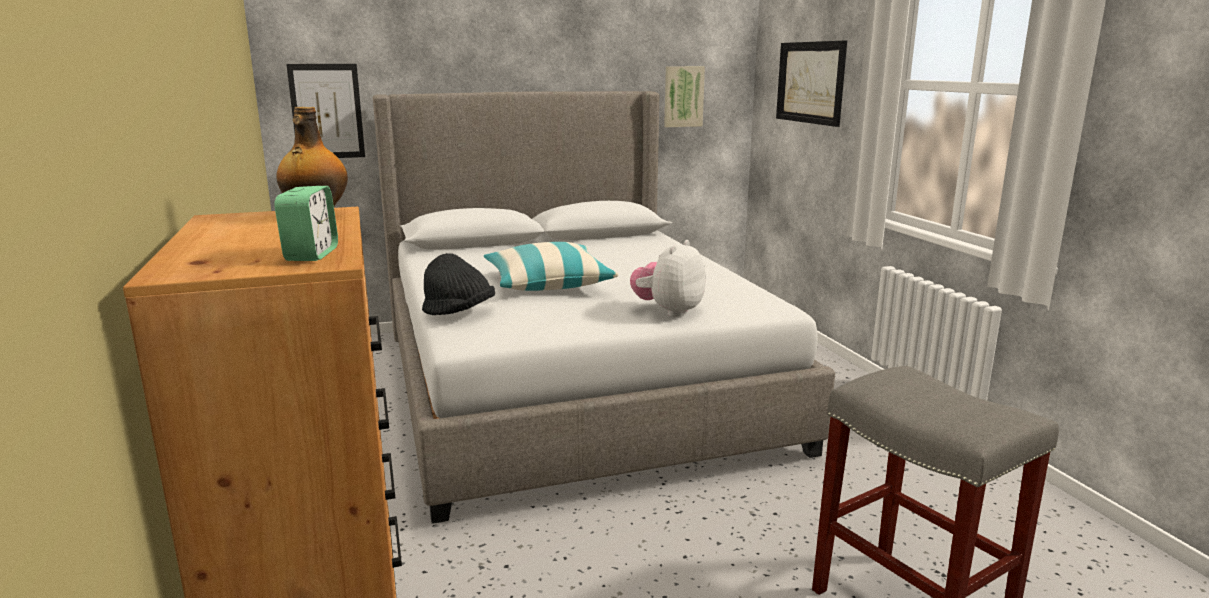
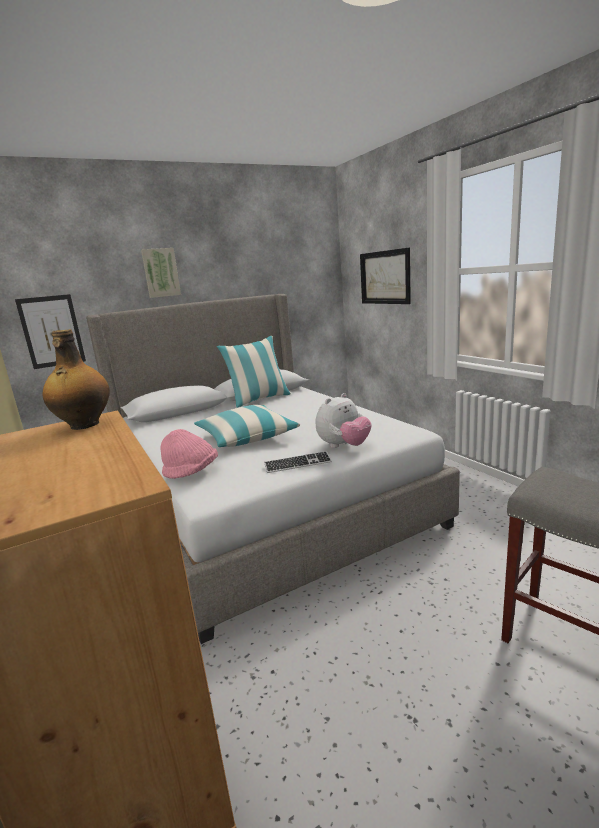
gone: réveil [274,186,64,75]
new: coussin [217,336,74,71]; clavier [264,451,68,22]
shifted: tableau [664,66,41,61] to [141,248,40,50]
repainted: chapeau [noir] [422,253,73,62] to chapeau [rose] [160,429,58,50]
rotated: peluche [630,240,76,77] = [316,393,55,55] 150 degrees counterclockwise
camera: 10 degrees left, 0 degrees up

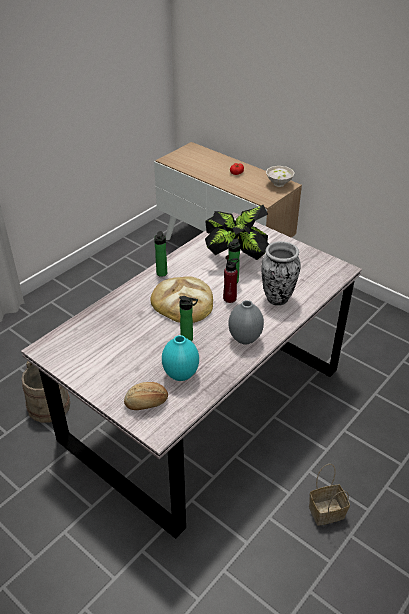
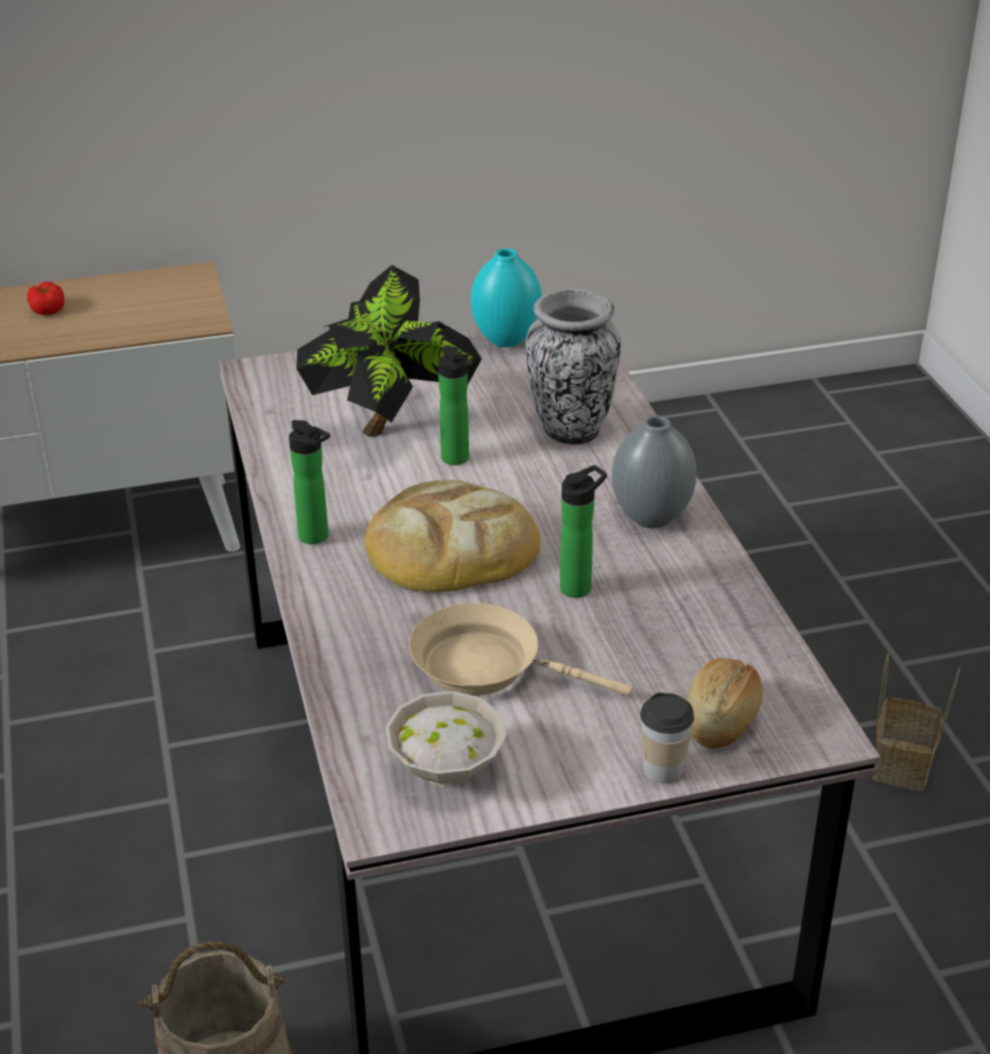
gone: bouteille [rouge] [223,258,16,45]
new: poêle [beige] [409,603,224,93]; tasse [640,693,54,90]
shifted: vase [turquoise] [162,335,37,46] to [471,248,71,99]; bol [blanc] [266,166,29,21] to [385,691,121,97]
camera: 55 degrees left, 5 degrees down

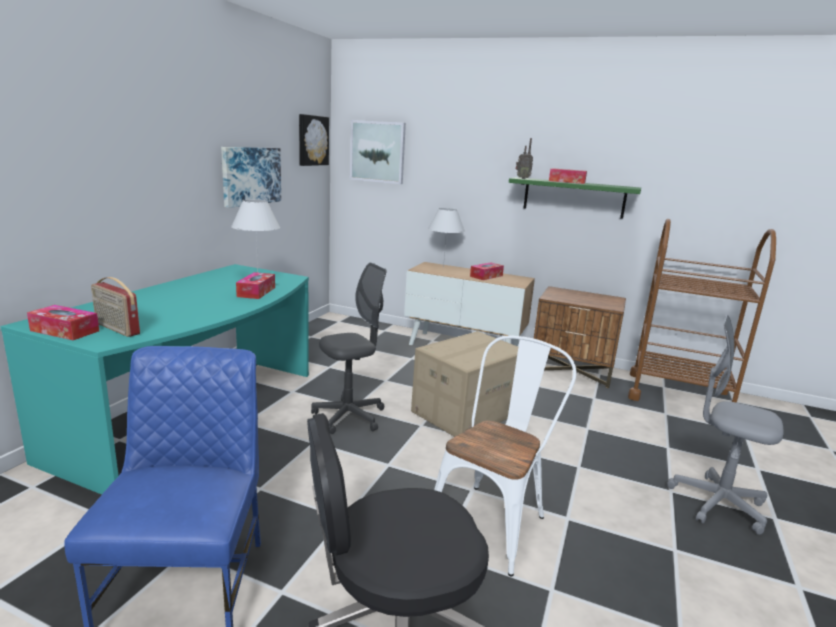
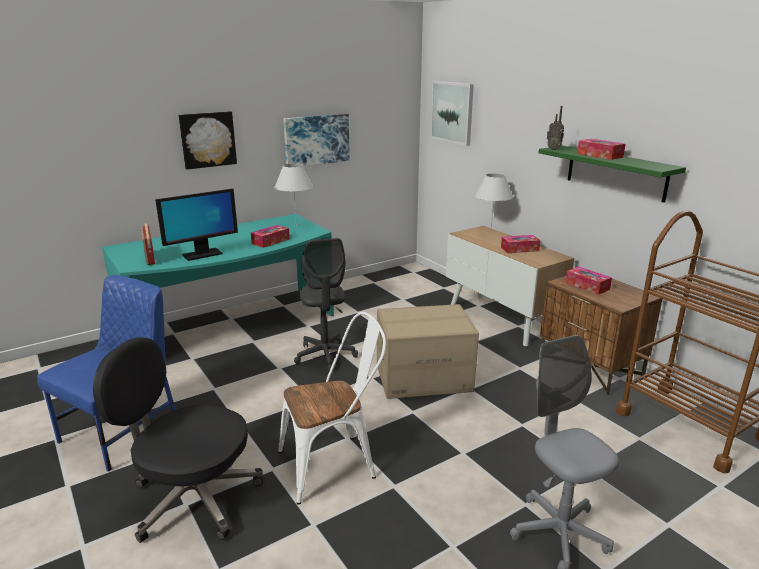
new: écran d'ordinateur [155,189,83,72]
shifted: boîte à mouchoirs [27,305,72,35] to [565,267,47,28]; tableau [299,114,30,52] to [179,111,58,59]
rotated: chaise de bureau [gris] [311,263,76,171] = [294,238,64,134] 75 degrees clockwise
camera: 35 degrees right, 5 degrees up

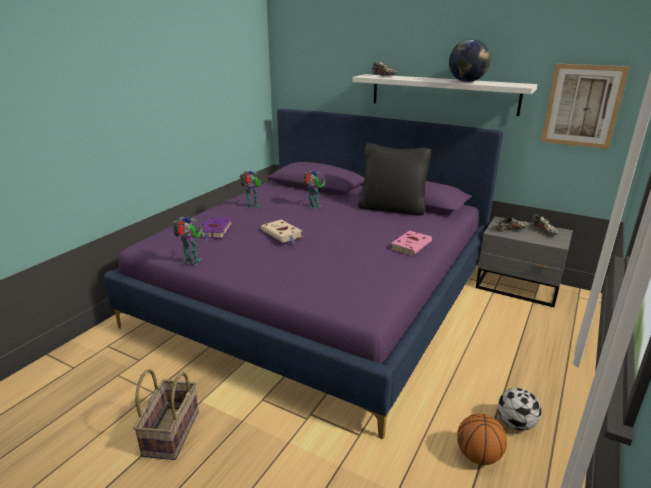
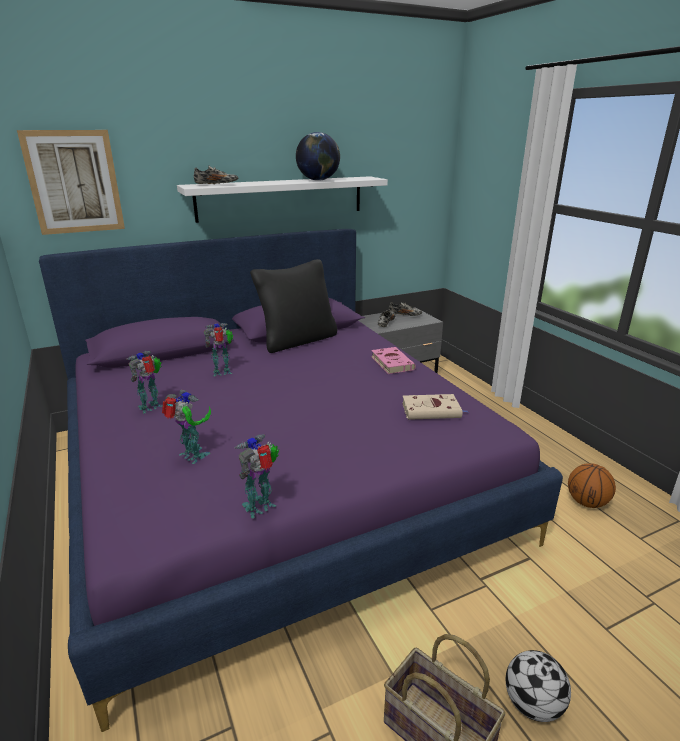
shifted: livre [beige] [261,220,42,23] to [402,394,66,26]; ballon de foot [498,388,43,43] to [506,650,65,72]; tableau [541,63,89,86] to [17,130,108,105]
swapped: livre [violet] [197,217,35,25] to robot jouet [162,390,49,74]
camera: 55 degrees left, 0 degrees up

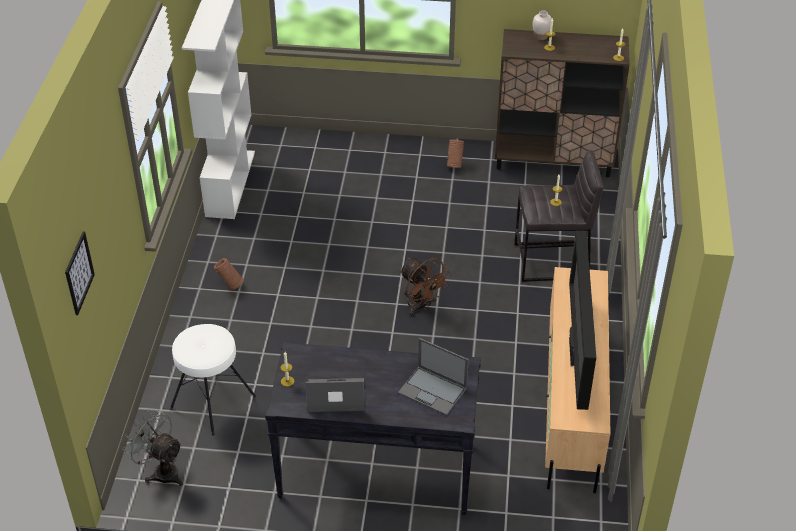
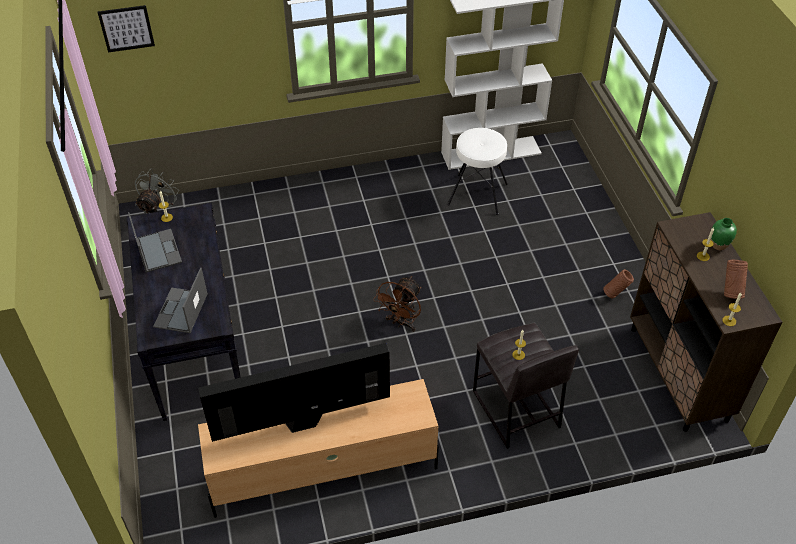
shifted: tabouret [blanc] [170,324,86,112] to [447,128,61,87]; vase [marron] [214,258,30,32] to [724,260,24,39]
repainted: vase [blanc] [533,10,19,30] to vase [vert] [711,218,26,32]
camera: 70 degrees right, 5 degrees up

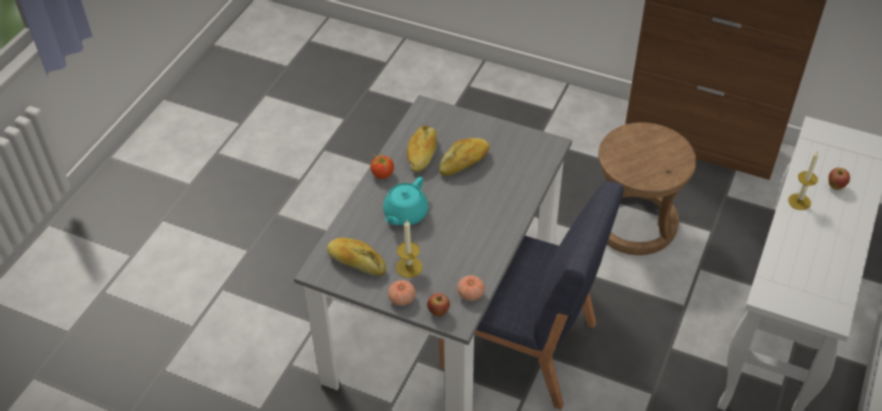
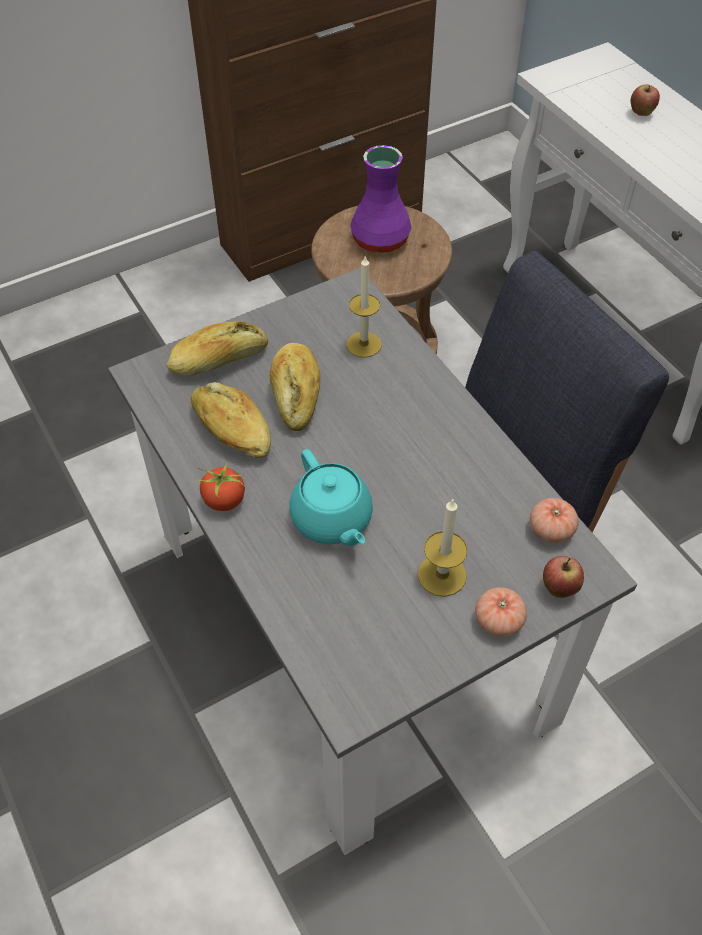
new: vase [violet] [350,145,62,108]
shifted: pain [327,238,59,38] to [167,321,101,55]; bougie [788,150,31,60] to [346,255,36,103]
camera: 55 degrees left, 5 degrees up

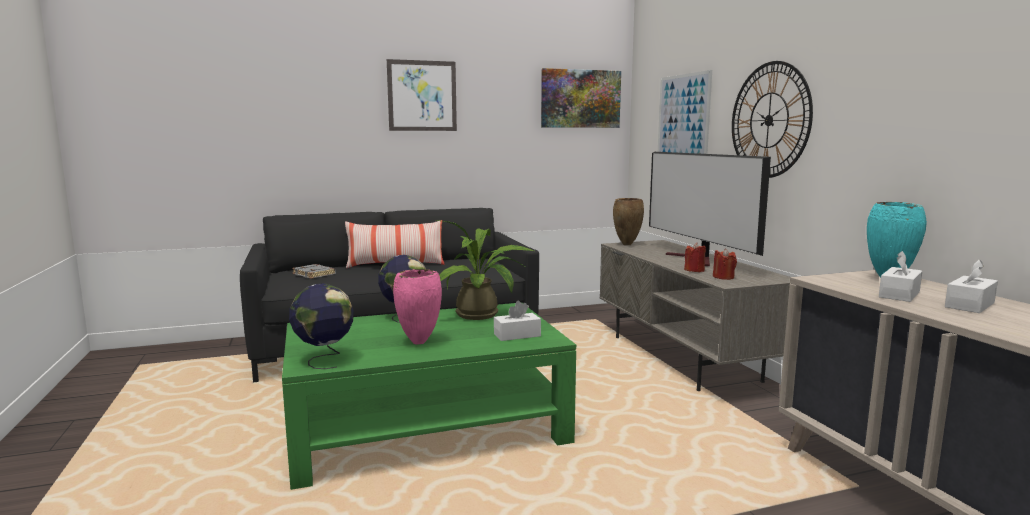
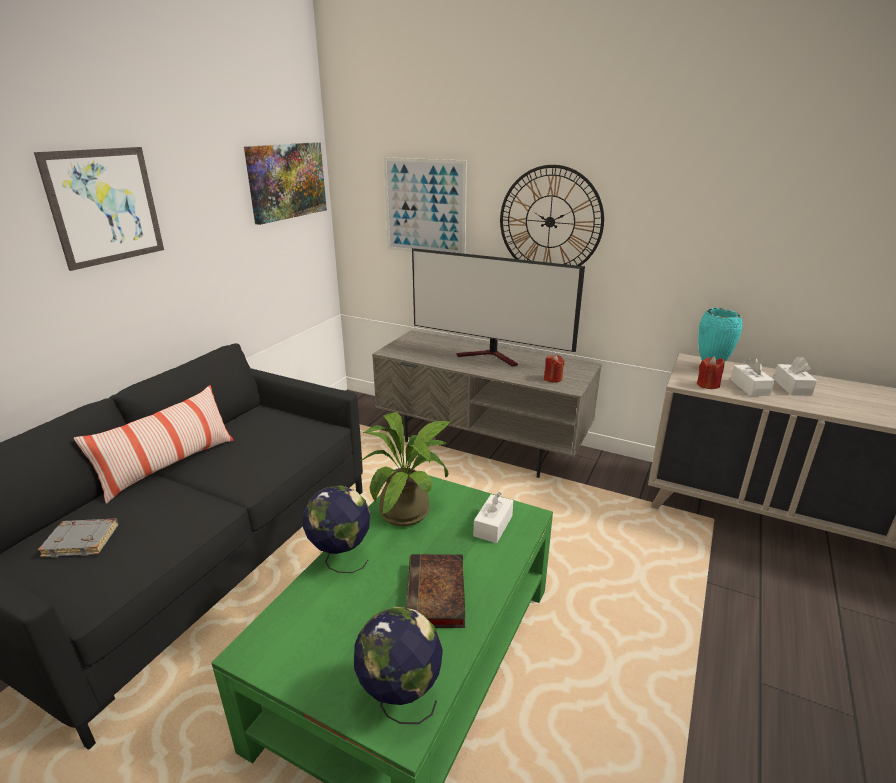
gone: vase [marron] [613,198,31,47]
shifted: bougie [rouge] [684,243,22,29] to [697,356,28,33]
swapped: vase [rose] [393,269,49,76] to livre [406,554,59,74]
camera: 45 degrees left, 15 degrees up

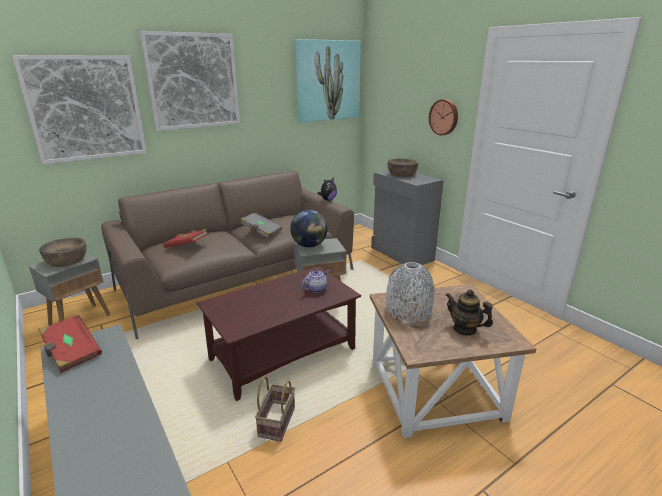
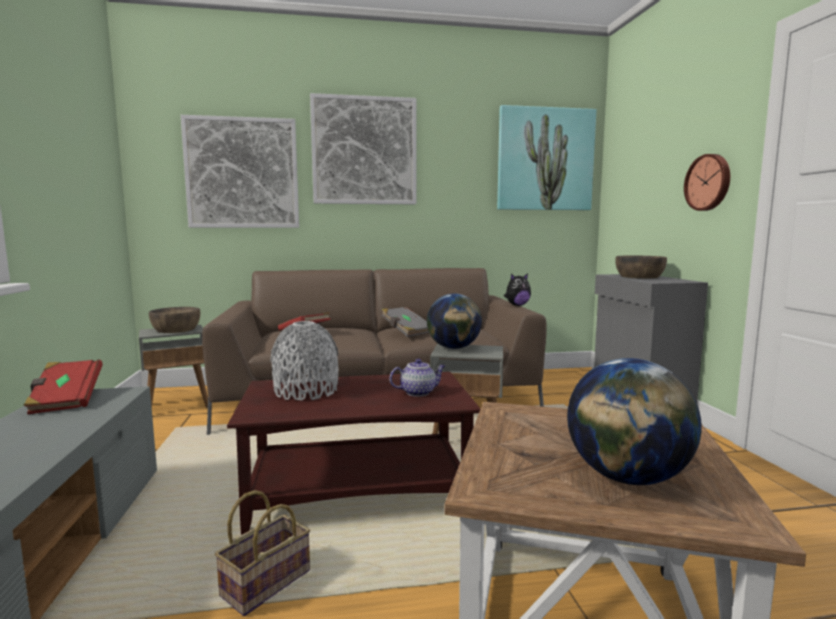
shifted: vase [gris] [386,262,49,61] to [270,321,69,79]
swapped: théière [446,289,47,47] to globe [567,358,135,127]
camera: 25 degrees right, 15 degrees down

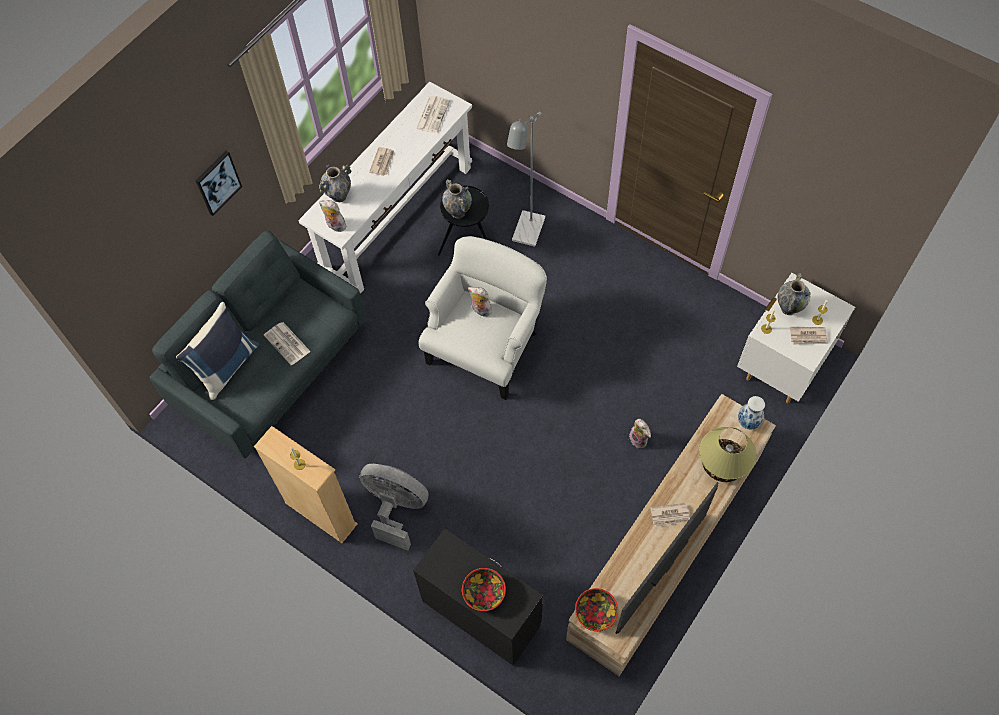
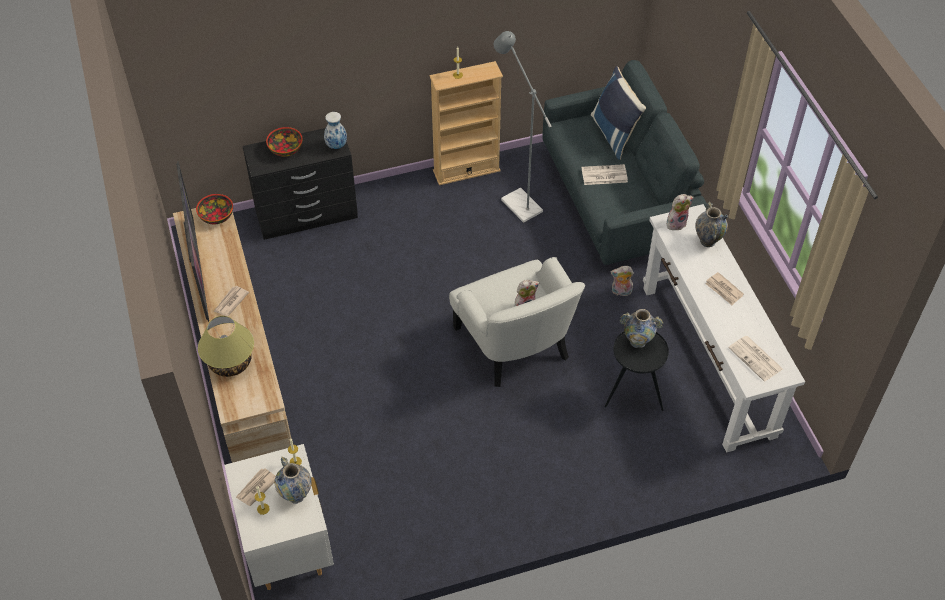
gone: tableau [195,151,47,65]; ventilateur [gris] [359,464,69,86]
shifted: lampadaire [gris] [507,112,38,135] to [494,31,57,192]; peluche [629,419,22,29] to [611,266,23,30]; vase [738,396,27,33] to [324,112,23,37]
camera: 125 degrees right, 10 degrees down

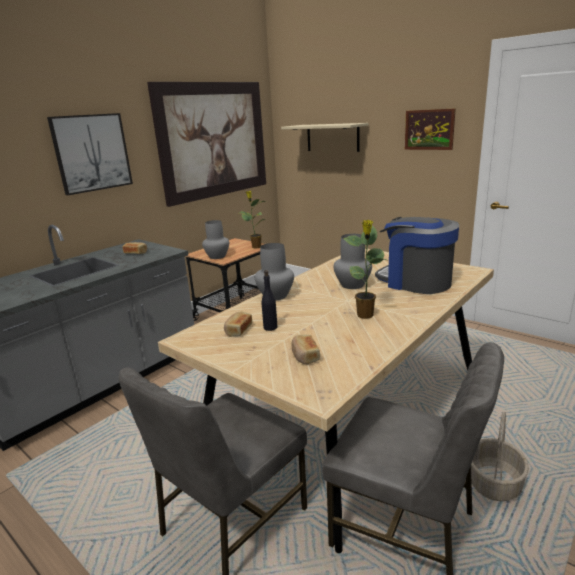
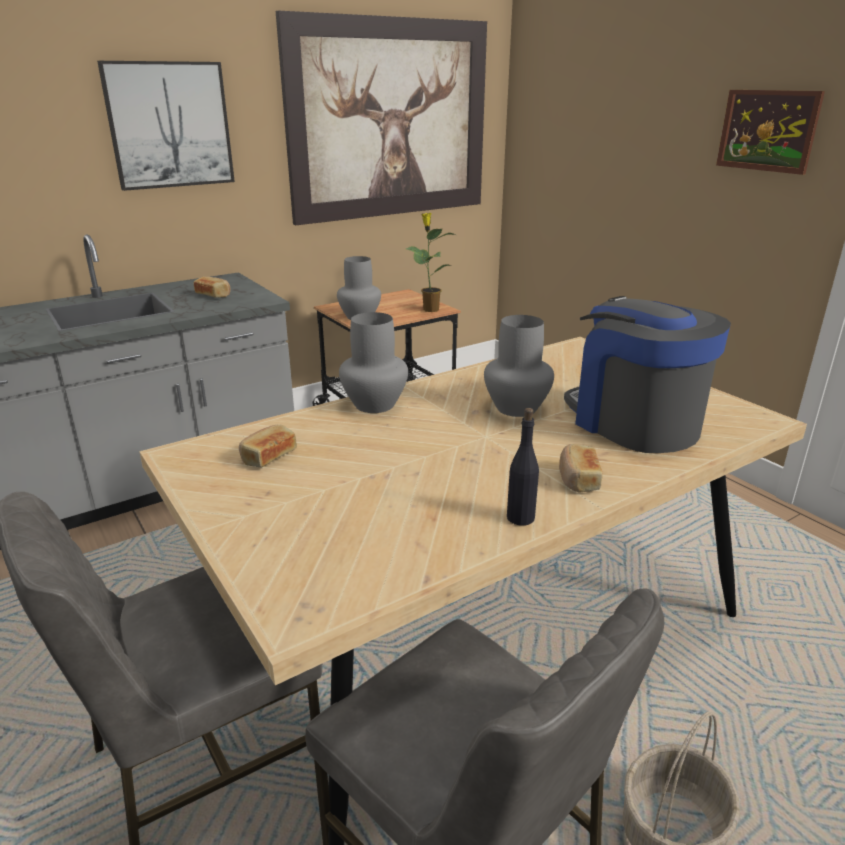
gone: étagère [beige] [281,123,87,29]; plante en pot [343,220,44,99]
shifted: bouteille [noir] [262,270,15,61] to [507,408,32,118]; pain [291,335,29,30] to [559,444,44,49]
camera: 15 degrees right, 5 degrees up

